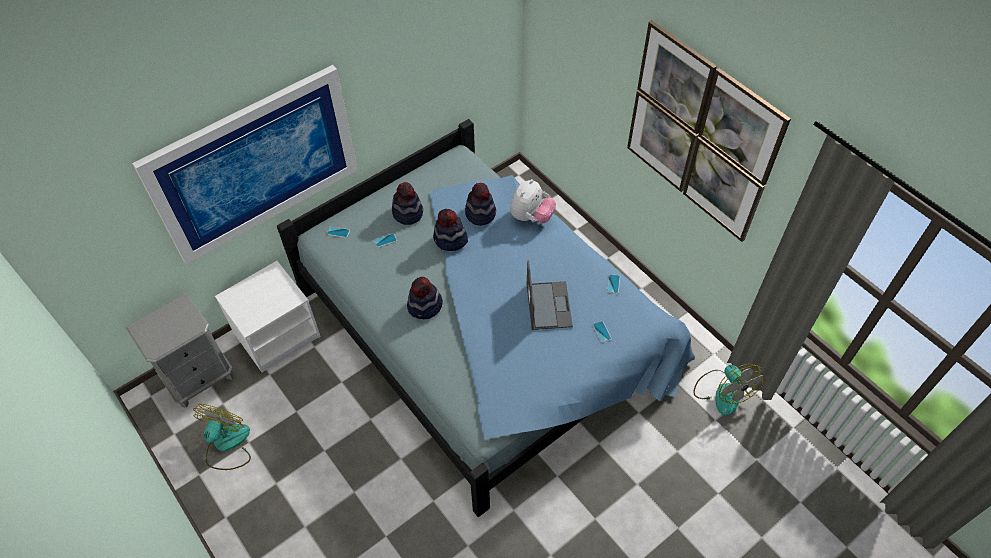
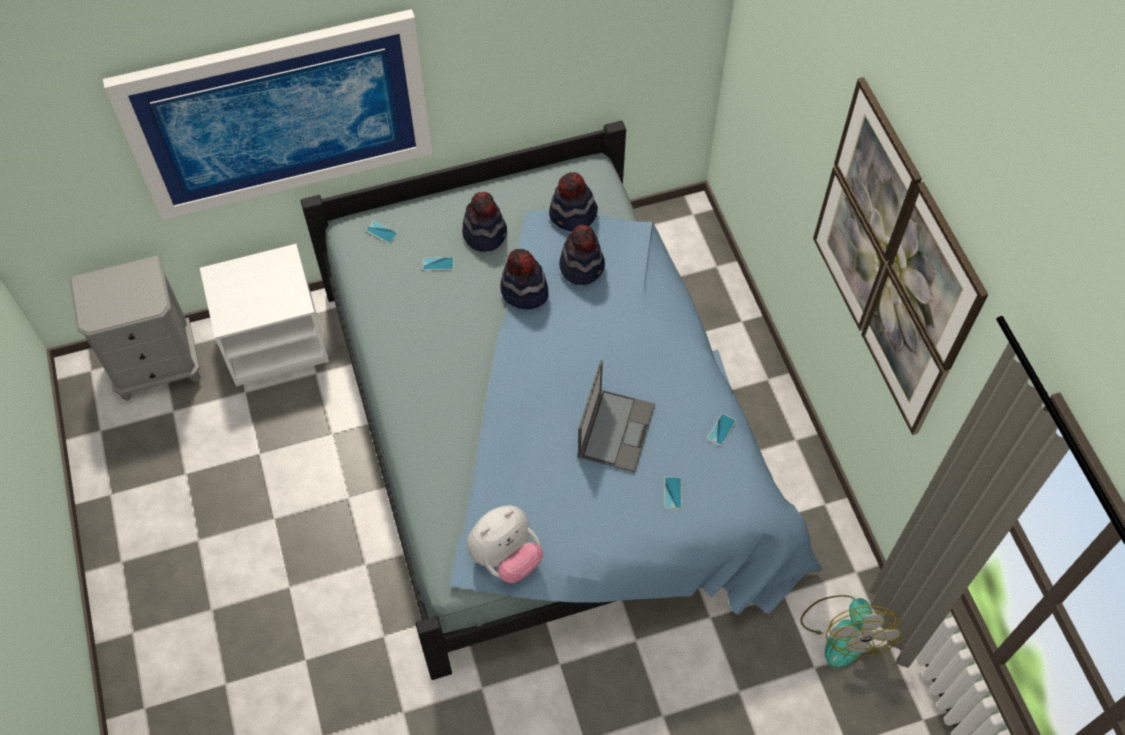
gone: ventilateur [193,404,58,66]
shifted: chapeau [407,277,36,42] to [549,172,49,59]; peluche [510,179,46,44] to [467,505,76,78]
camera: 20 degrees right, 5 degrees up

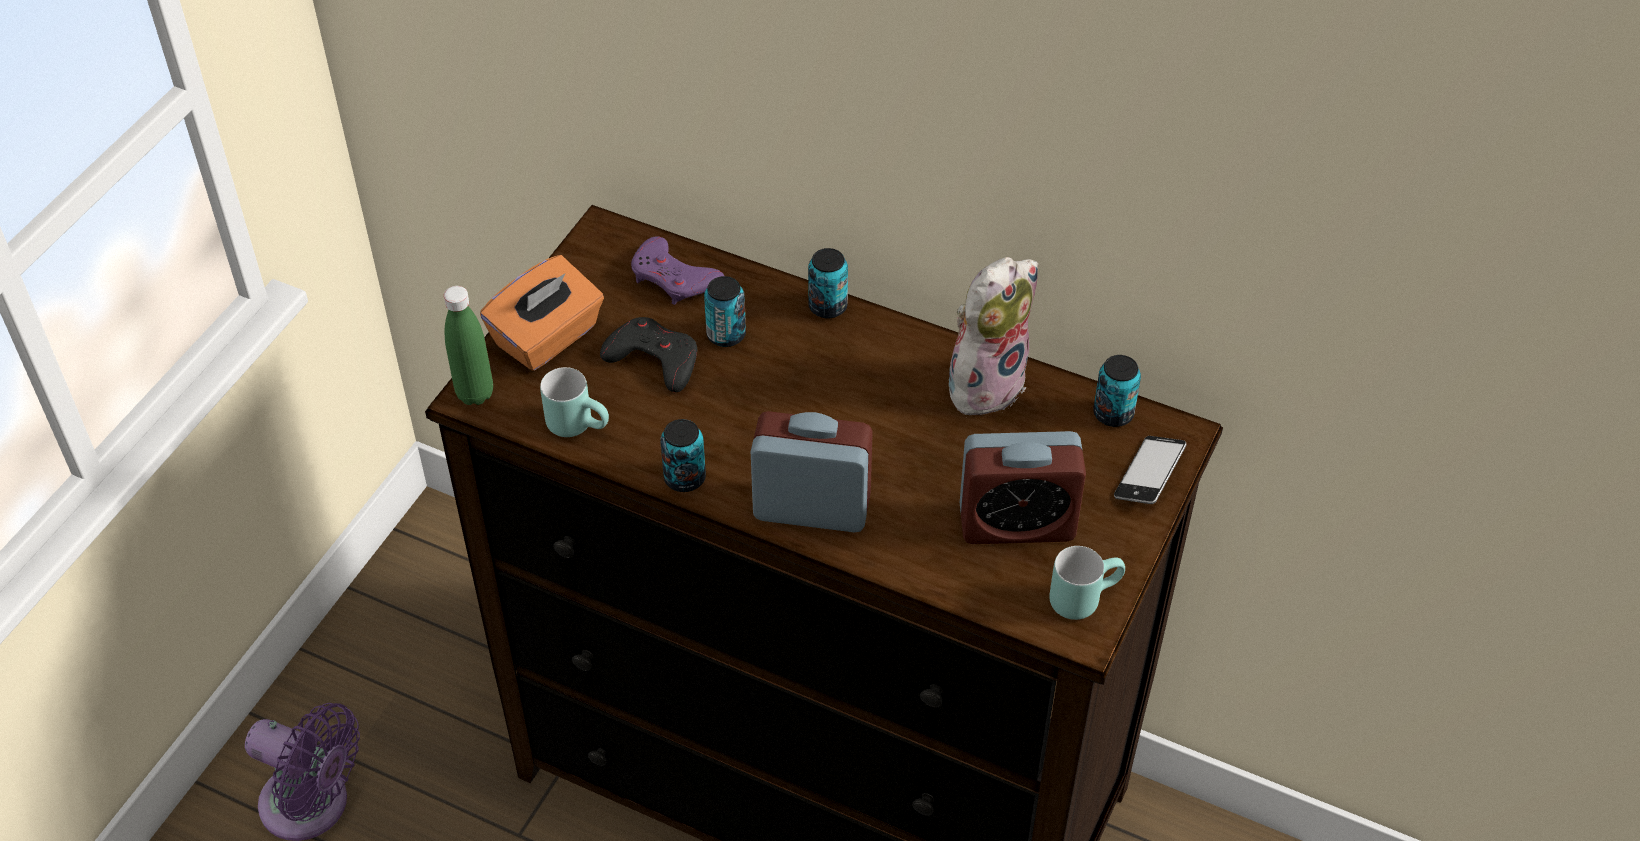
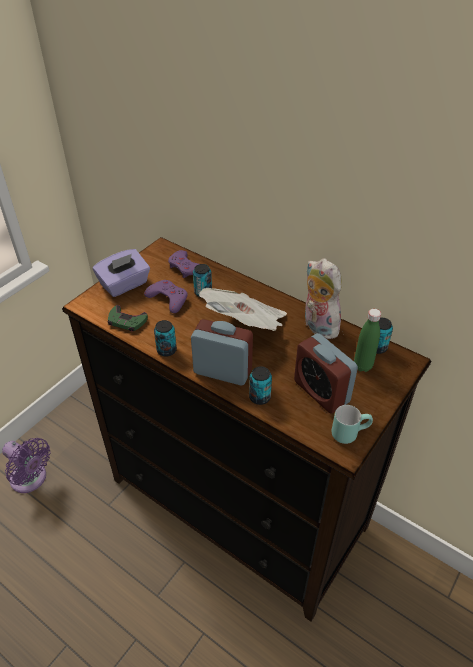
gone: téléphone [1114,436,73,68]
new: journal [199,288,88,43]
shifted: bouteille [vert] [444,286,49,119] to [354,309,27,63]; boîte métallique [808,248,40,71] to [249,366,23,39]
swapped: mug [turquoise] [540,367,69,70] to manette [vert] [108,305,40,26]
repainted: boîte à mouchoirs [orange] [480,255,124,116] to boîte à mouchoirs [violet] [93,249,57,48]; manette [noir] [600,317,97,75] to manette [violet] [144,280,43,33]
rotated: peluche [948,257,90,164] = [305,258,37,81] 90 degrees counterclockwise; réveil [960,431,126,113] = [294,333,64,81] 45 degrees clockwise
camera: 10 degrees right, 5 degrees down

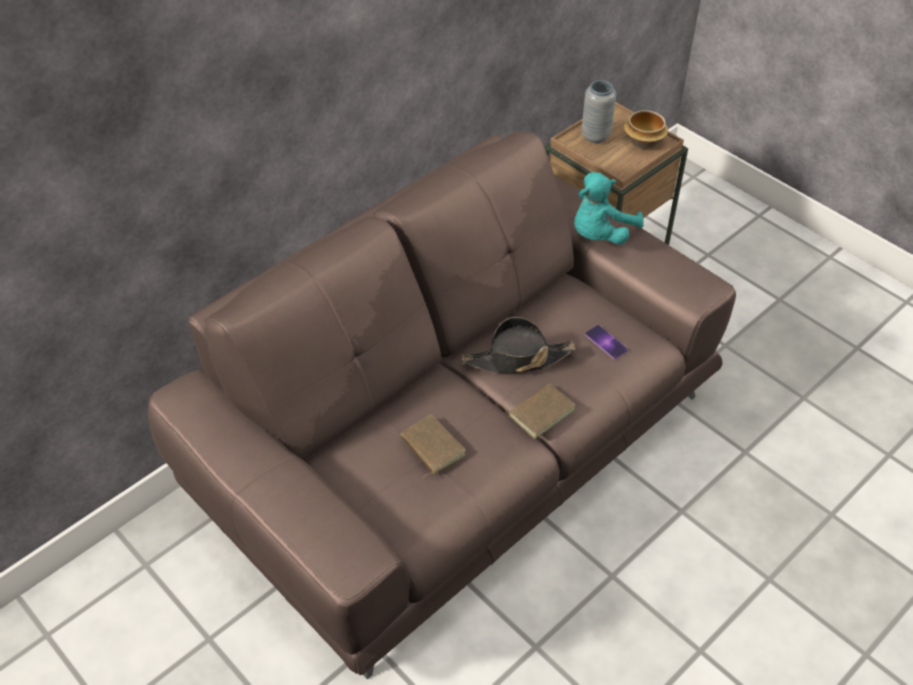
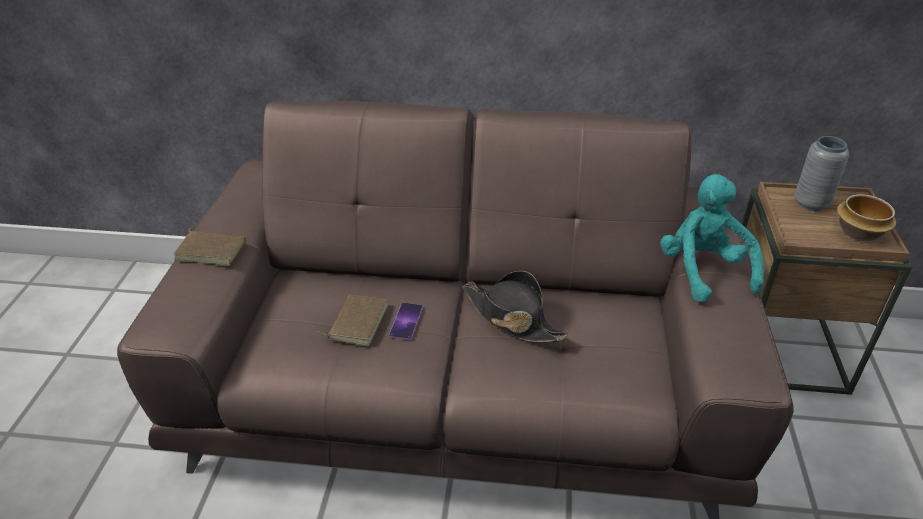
shifted: livre [marron] [501,384,75,55] to [173,224,73,42]; téléphone [585,325,44,35] to [389,303,34,37]
rotated: peluche [turquoise] [574,172,70,72] = [660,174,104,128] 75 degrees clockwise
camera: 50 degrees right, 10 degrees down

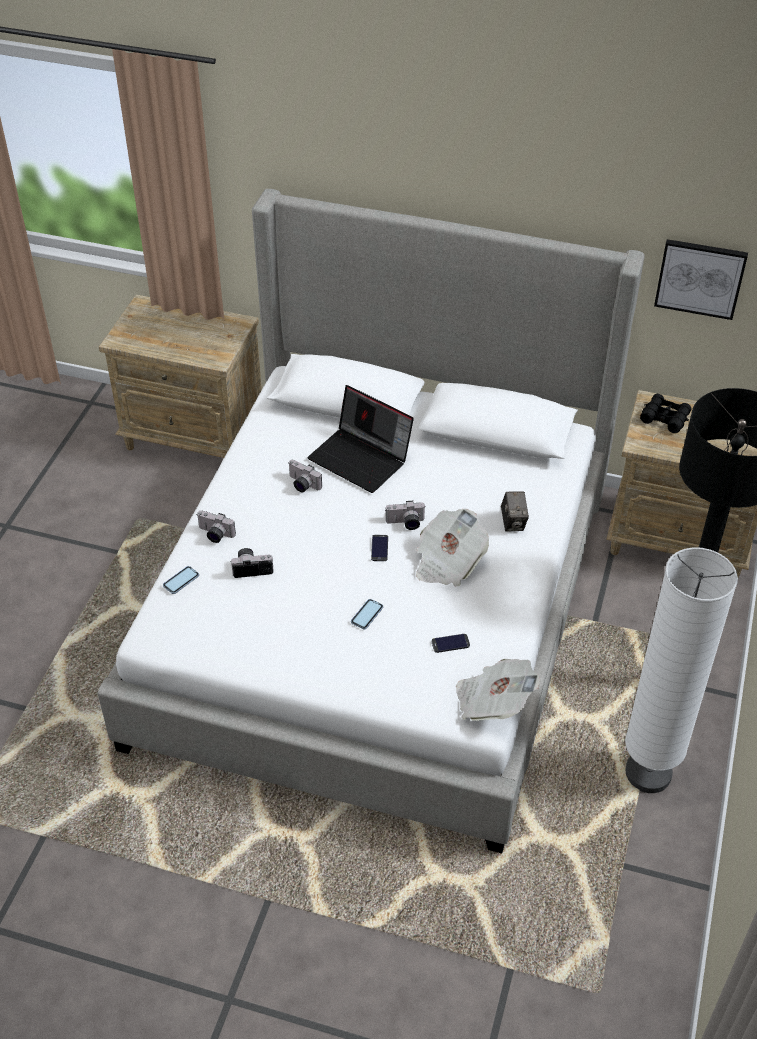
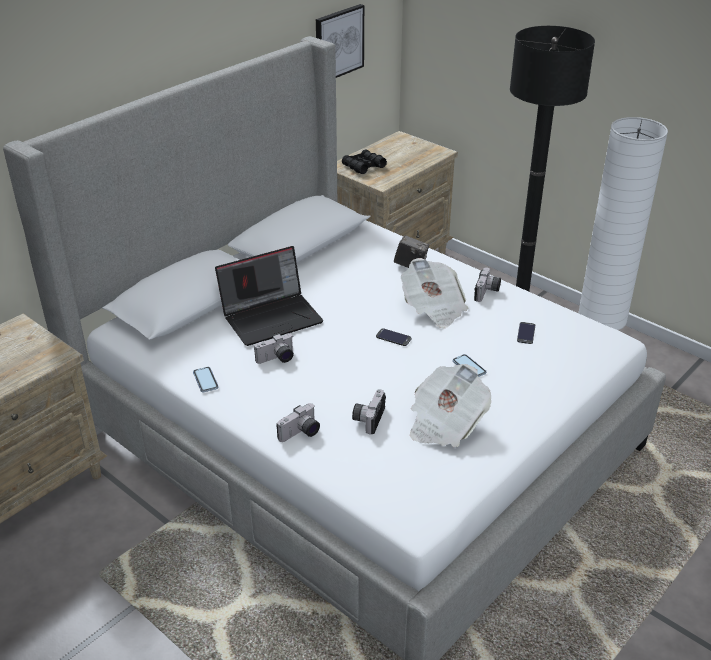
shifted: téléphone [163,566,36,28] to [193,367,26,25]; appareil photo [385,501,41,29] to [474,267,27,35]; journal [456,658,84,63] to [409,364,82,83]
camera: 65 degrees left, 10 degrees down

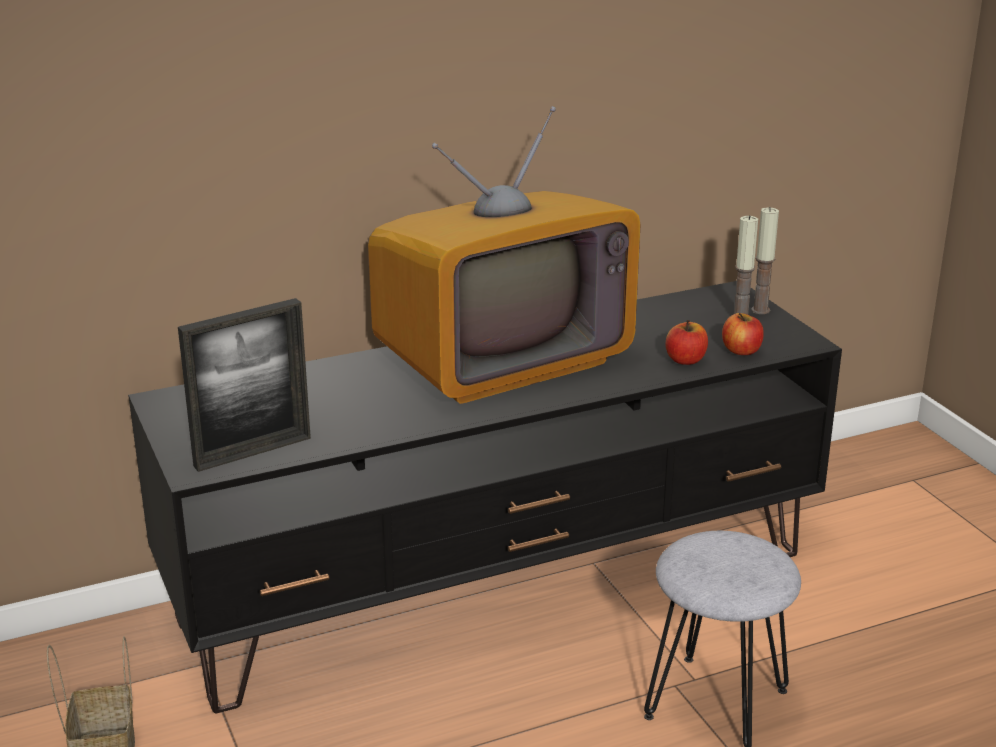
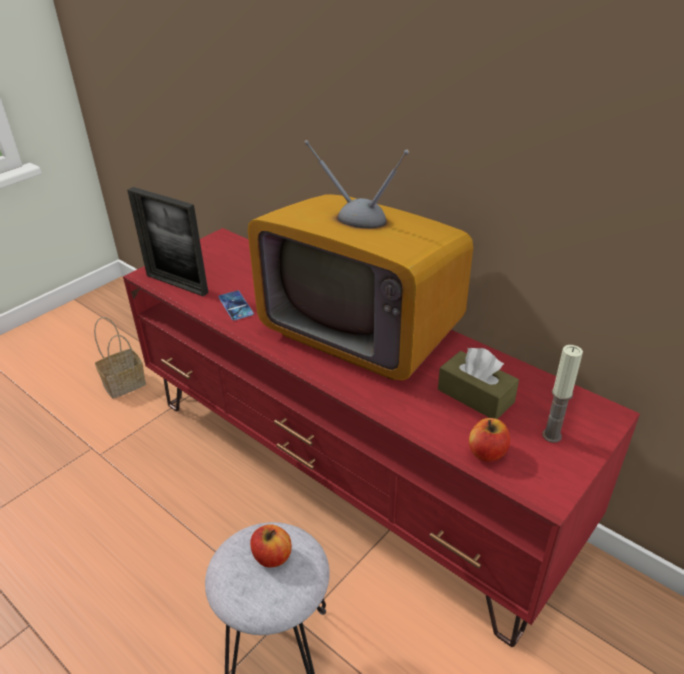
gone: bougie [751,207,28,107]
new: téléphone [218,291,36,29]; boîte à mouchoirs [marron] [438,348,81,71]
shifted: pomme [665,320,43,45] to [250,524,42,44]
repainted: meuble télé [noir] [128,281,714,433] to meuble télé [rouge] [123,228,517,419]
camera: 65 degrees right, 10 degrees up

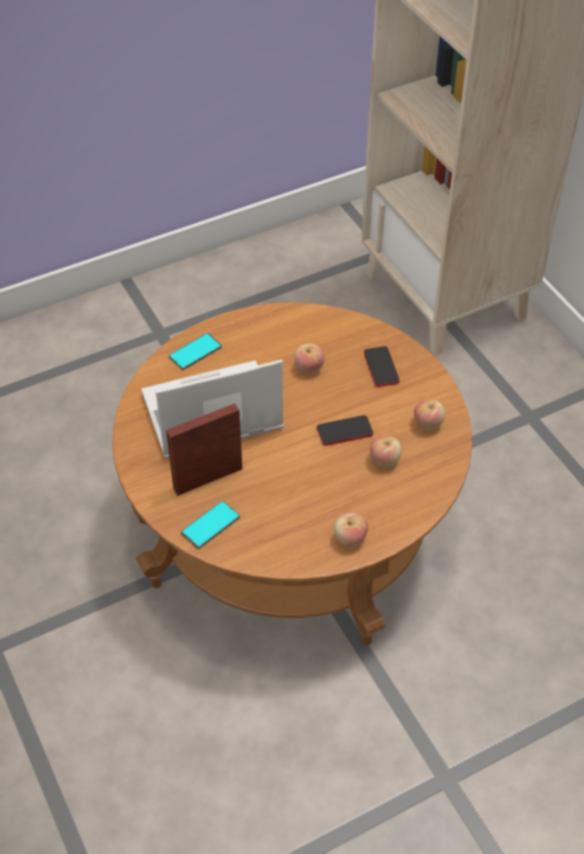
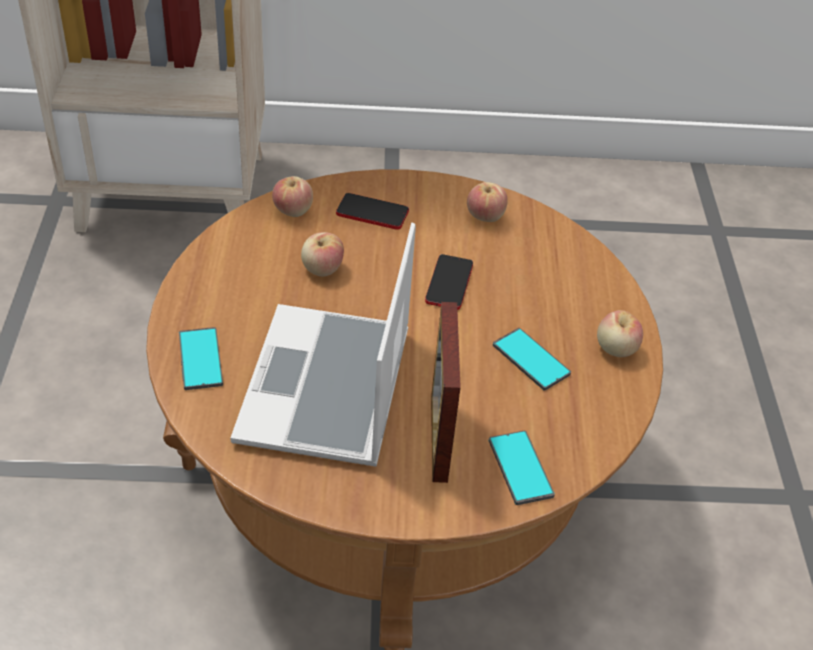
new: téléphone [493,328,78,63]
shifted: pomme [370,435,32,32] to [272,176,41,41]
camera: 65 degrees left, 5 degrees down

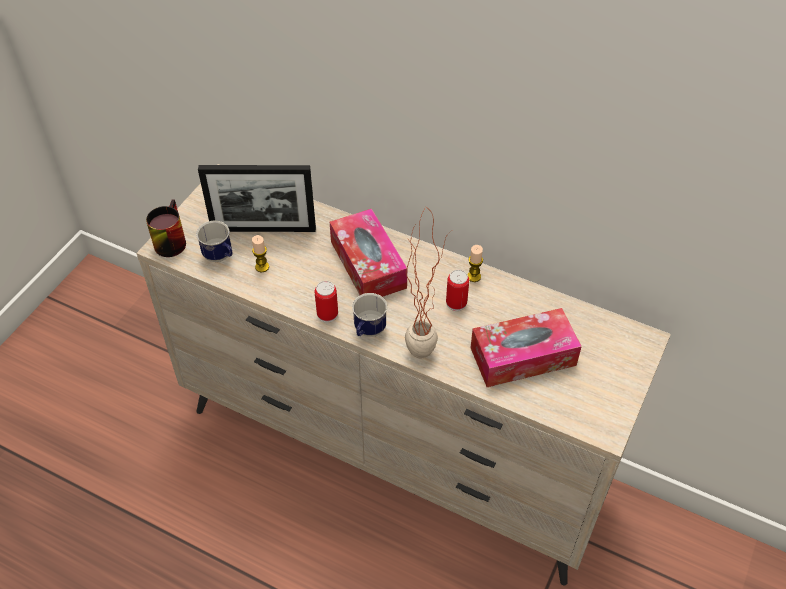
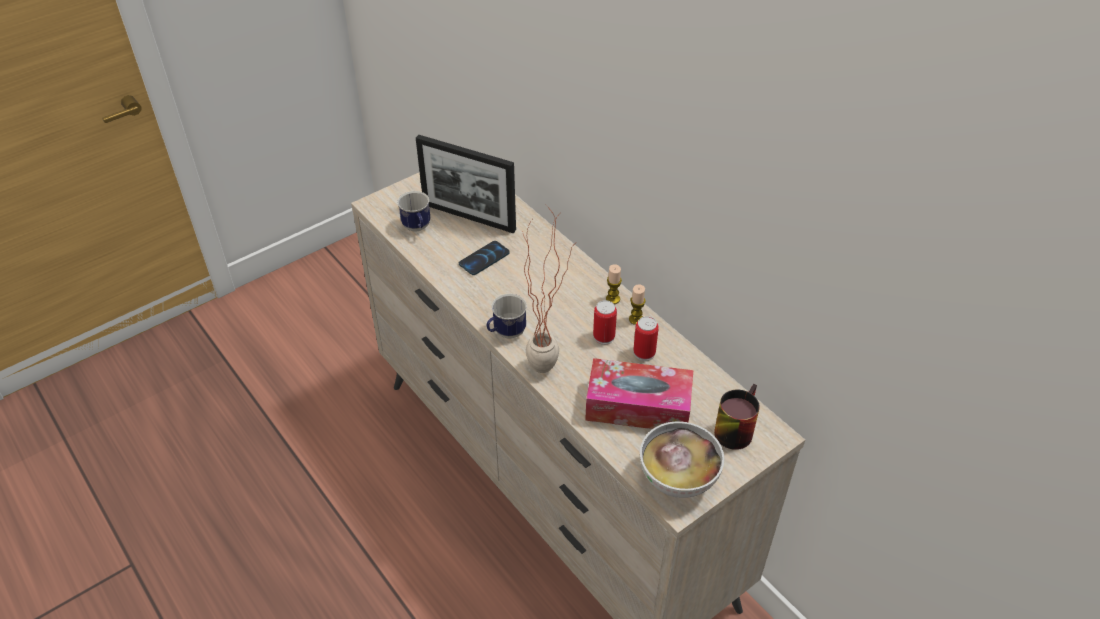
gone: boîte à mouchoirs [330,209,77,88]
new: téléphone [459,241,51,34]; bol [640,421,84,77]
shifted: mug [146,199,40,58] to [714,384,46,66]; bougie [252,235,17,37] to [606,264,16,40]; boîte métallique [315,281,23,42] to [633,316,26,45]
camera: 25 degrees right, 5 degrees down

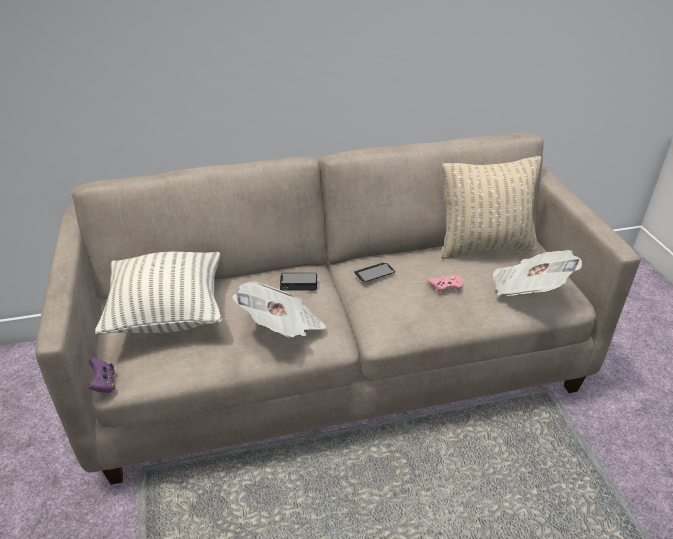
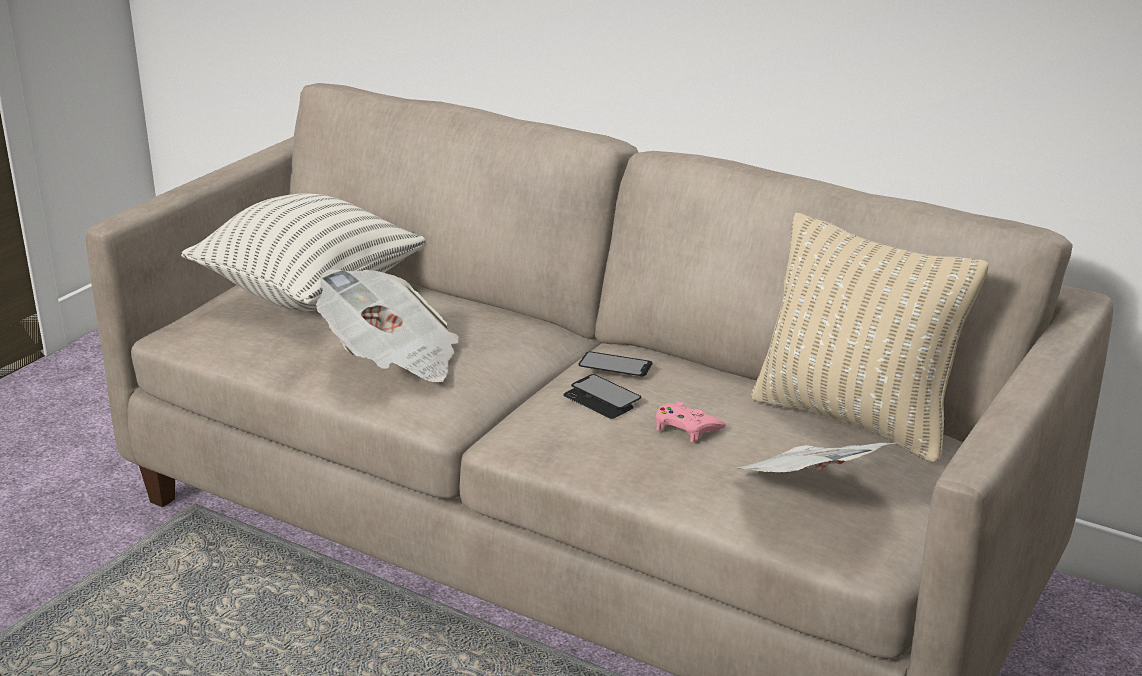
gone: manette [violet] [88,358,27,35]
shifted: téléphone [280,273,37,18] to [563,374,78,45]
camera: 45 degrees right, 10 degrees down

